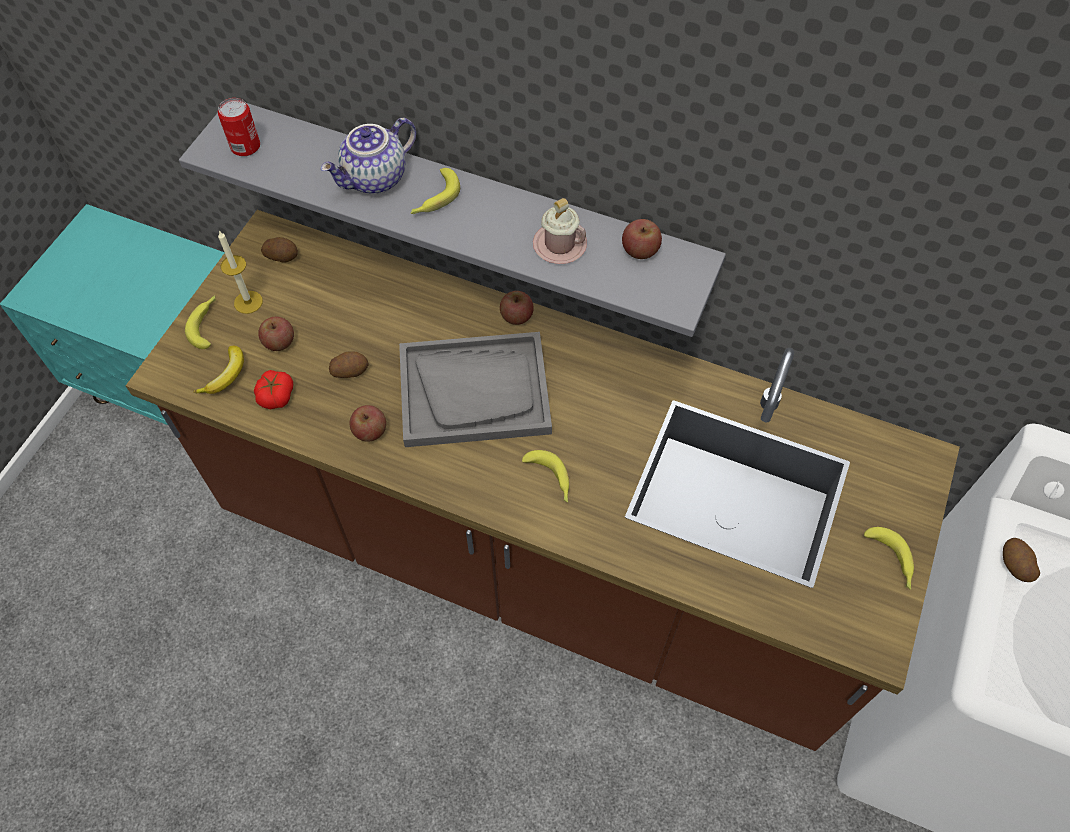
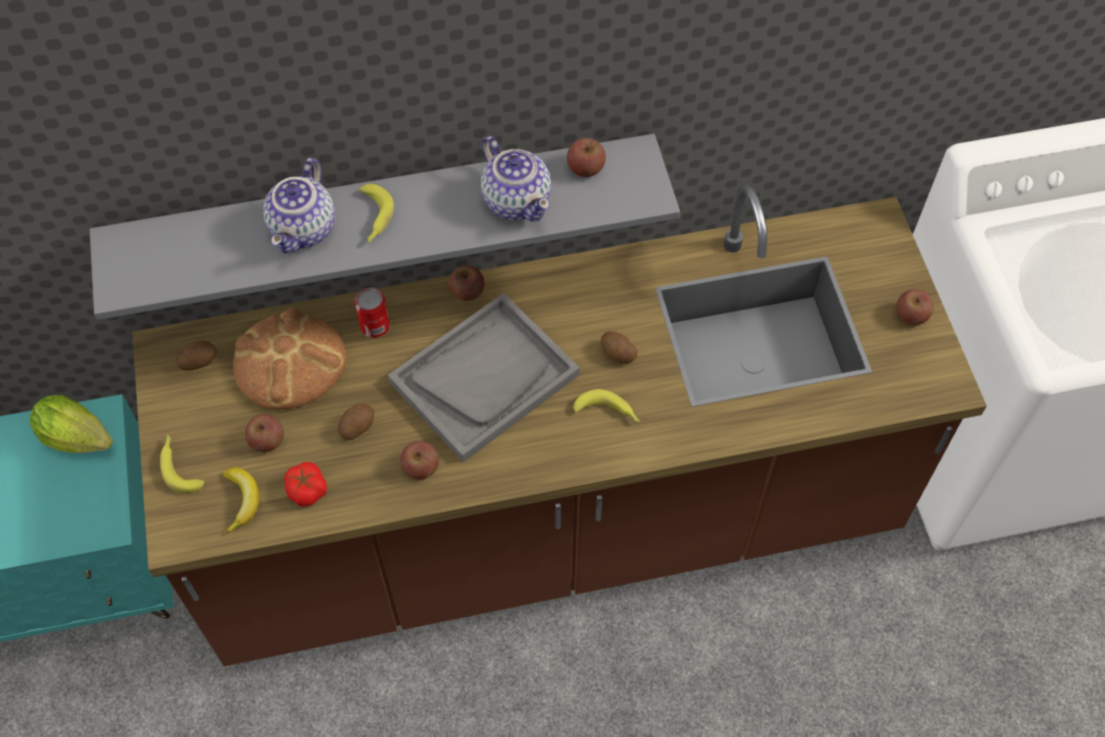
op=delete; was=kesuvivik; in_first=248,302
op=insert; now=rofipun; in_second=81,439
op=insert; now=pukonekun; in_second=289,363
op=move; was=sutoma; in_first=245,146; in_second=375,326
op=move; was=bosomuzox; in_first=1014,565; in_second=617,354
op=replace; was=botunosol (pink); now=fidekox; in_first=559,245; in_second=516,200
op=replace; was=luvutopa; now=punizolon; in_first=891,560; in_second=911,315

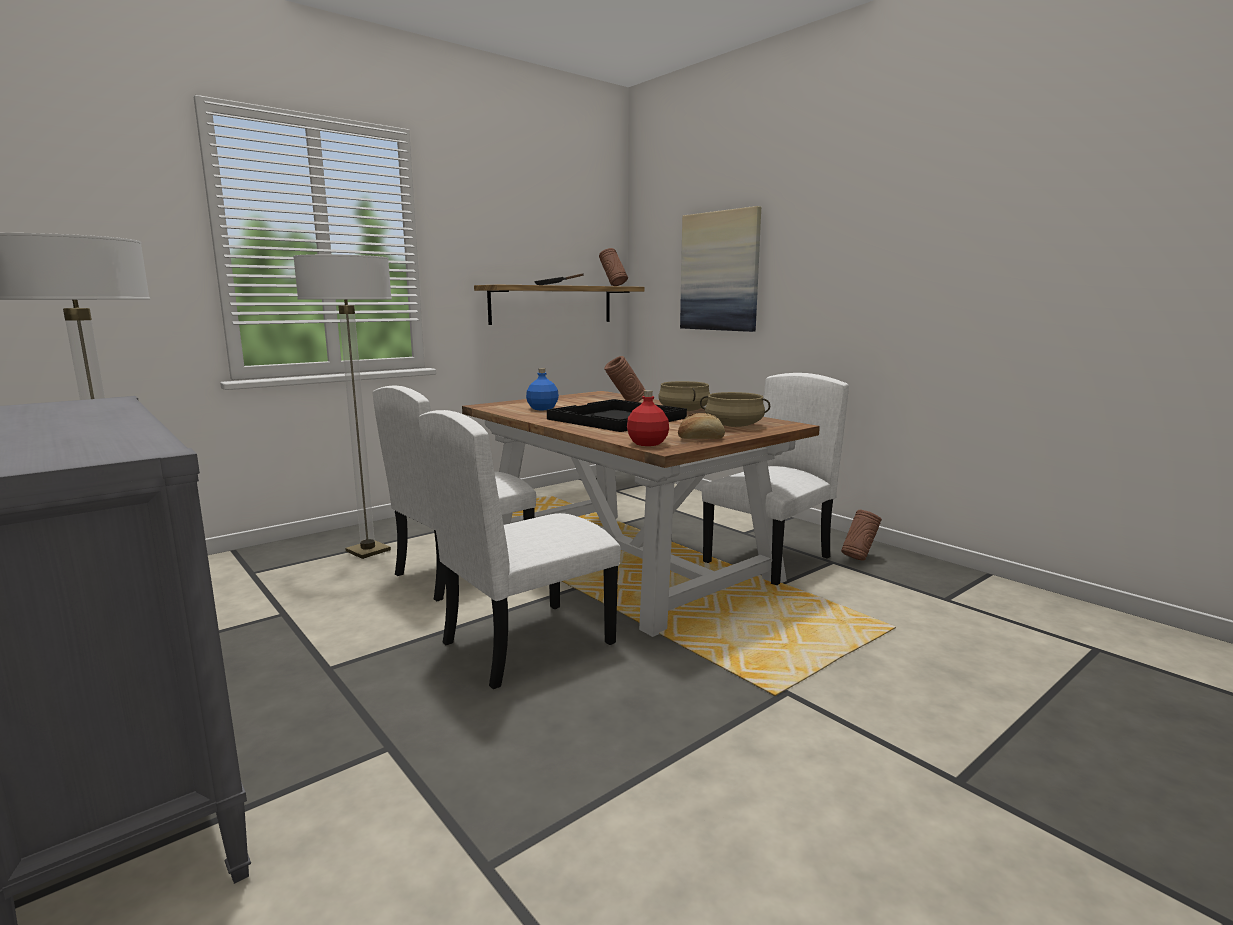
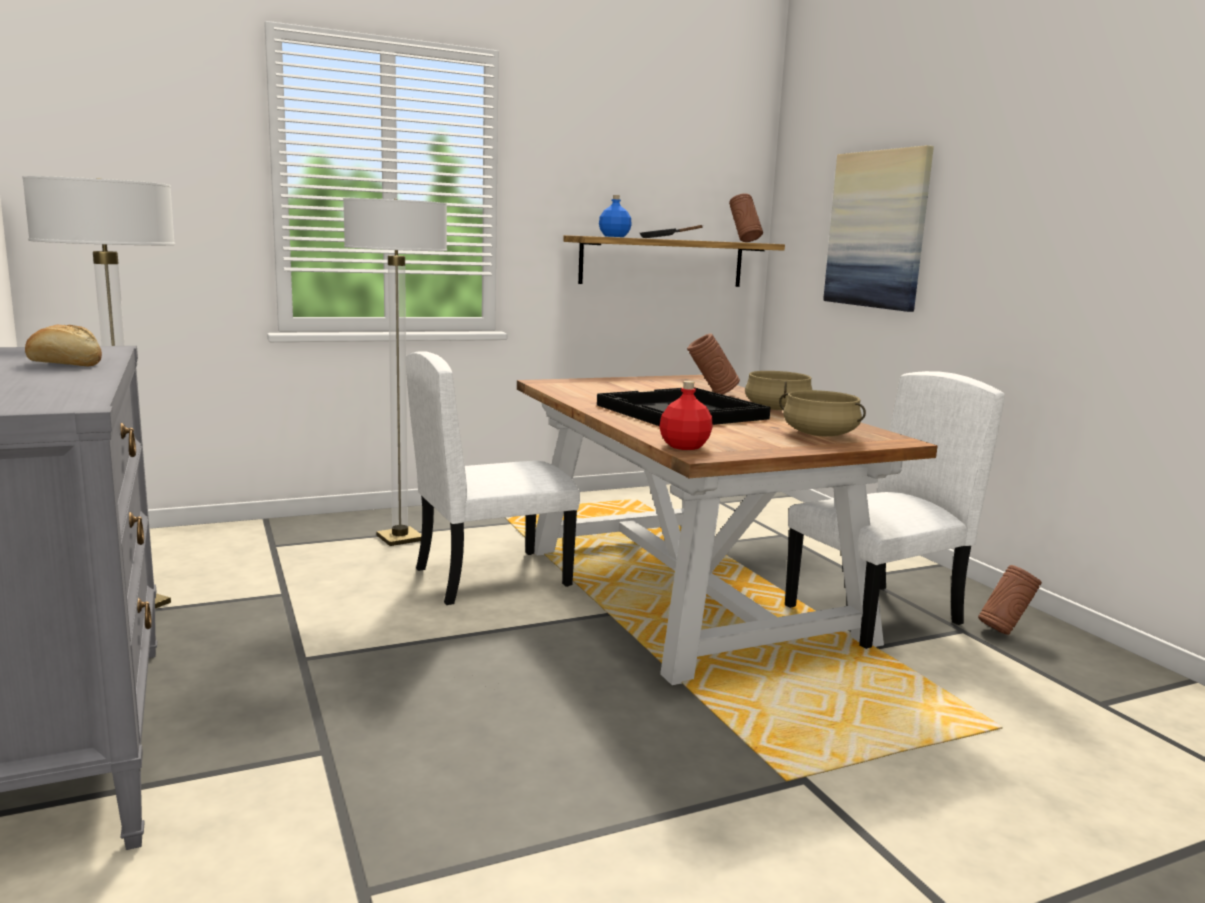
op=delete; was=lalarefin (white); in_first=527,642
op=move; was=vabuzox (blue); in_first=542,409; in_second=614,236
op=move; was=pukonekun; in_first=700,438; in_second=65,364

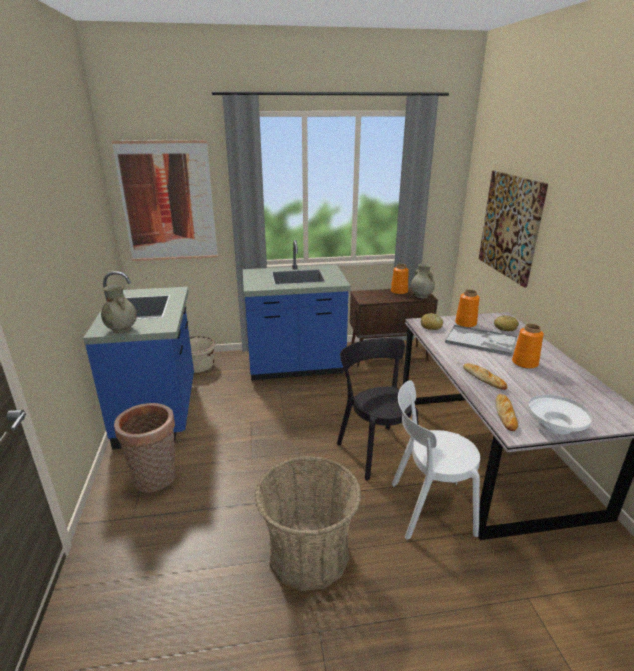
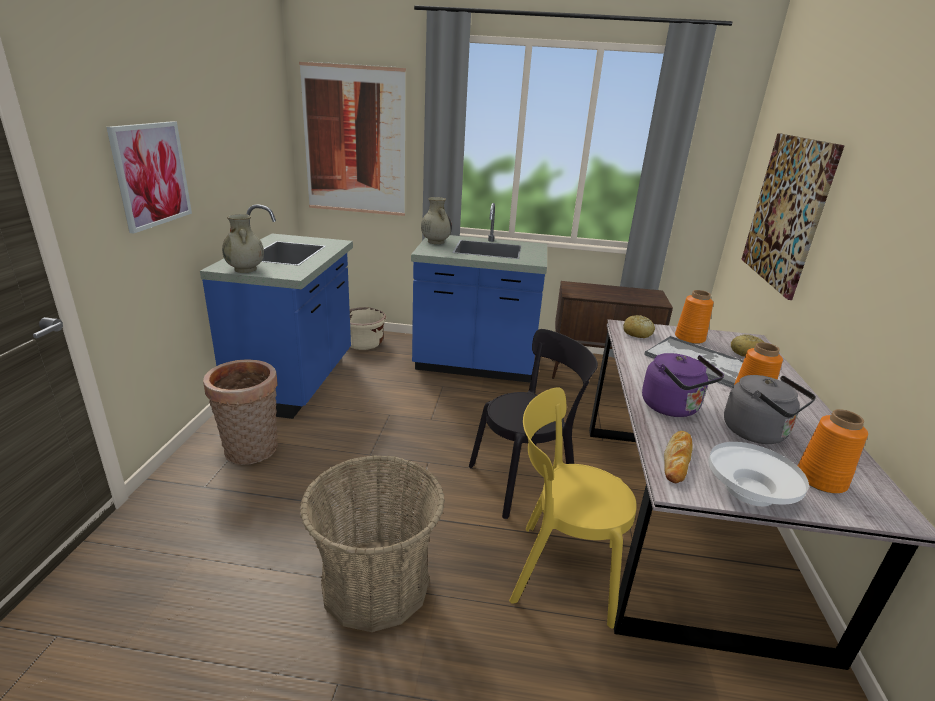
op=insert; now=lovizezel; in_second=151,175
op=insert; now=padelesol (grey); in_second=758,433
op=move; was=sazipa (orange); in_first=399,291; in_second=820,479
op=move; was=sazipa (beige); in_first=421,296; in_second=435,242
op=replace; was=pukonekun; now=padelesol (purple); in_first=484,378; in_second=673,408
op=recolor; was=lalarefin (white); now=lalarefin (yellow); in_first=427,508; in_second=559,571
op=rotate; was=lalarefin (black); in_first=375,449; in_second=526,481; clockwise=75

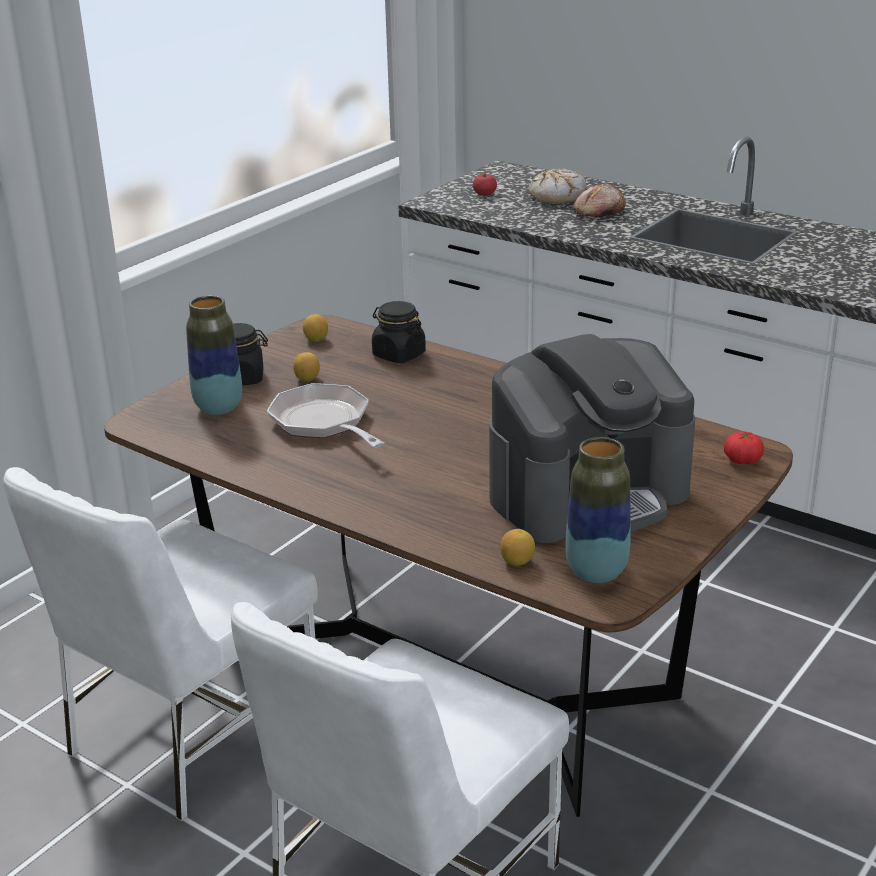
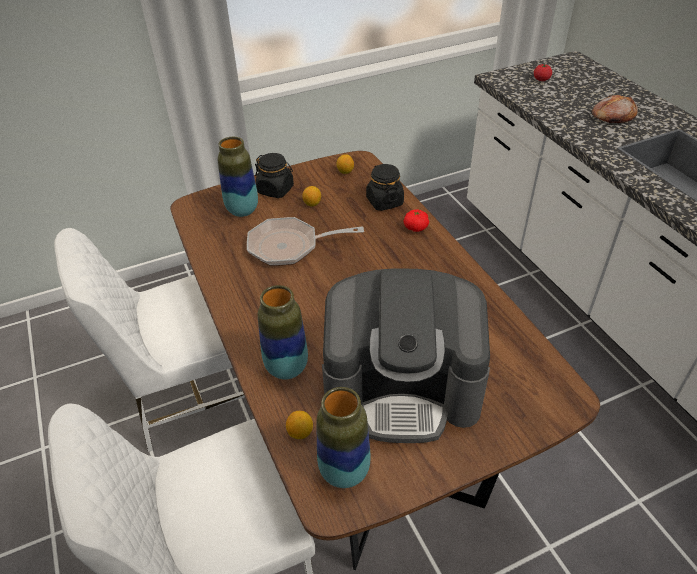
op=delete; was=pukonekun; in_first=557,196
op=insert; now=sazipa; in_second=287,368
op=move; was=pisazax; in_first=742,460; in_second=415,228
op=rotate; was=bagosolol; in_first=324,423; in_second=289,246; clockwise=-90

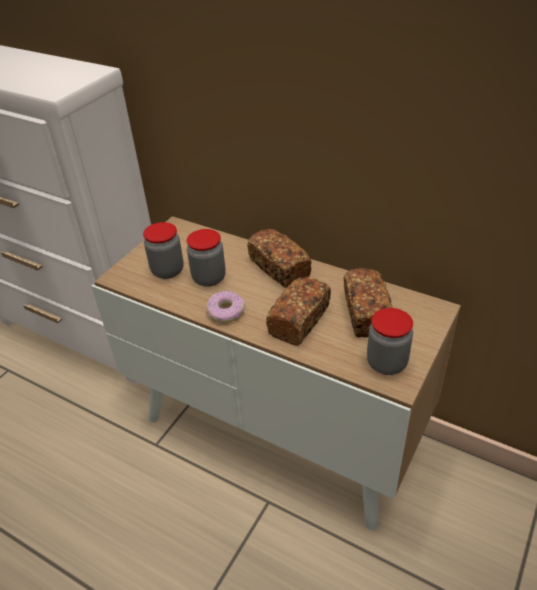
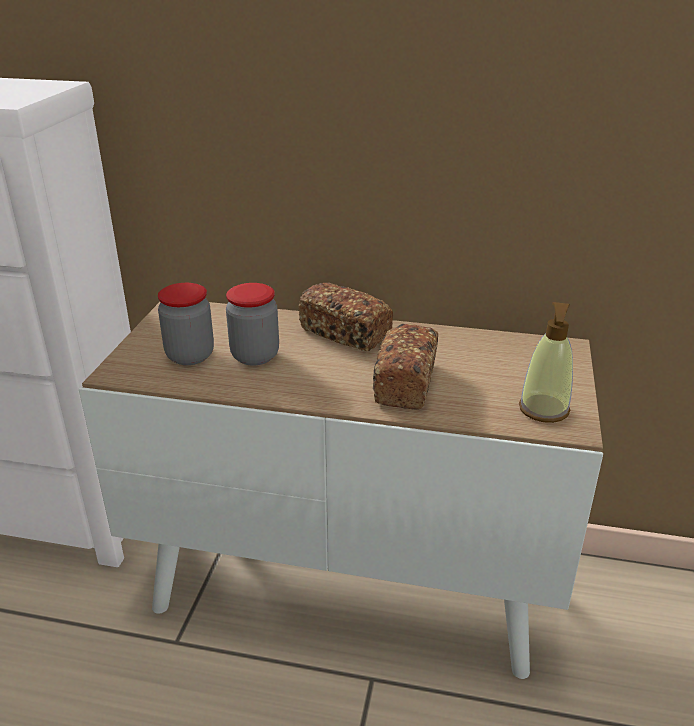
op=delete; was=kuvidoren; in_first=226,311
op=delete; was=pukonekun; in_first=366,314
op=replace; was=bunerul; now=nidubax; in_first=386,363; in_second=543,409

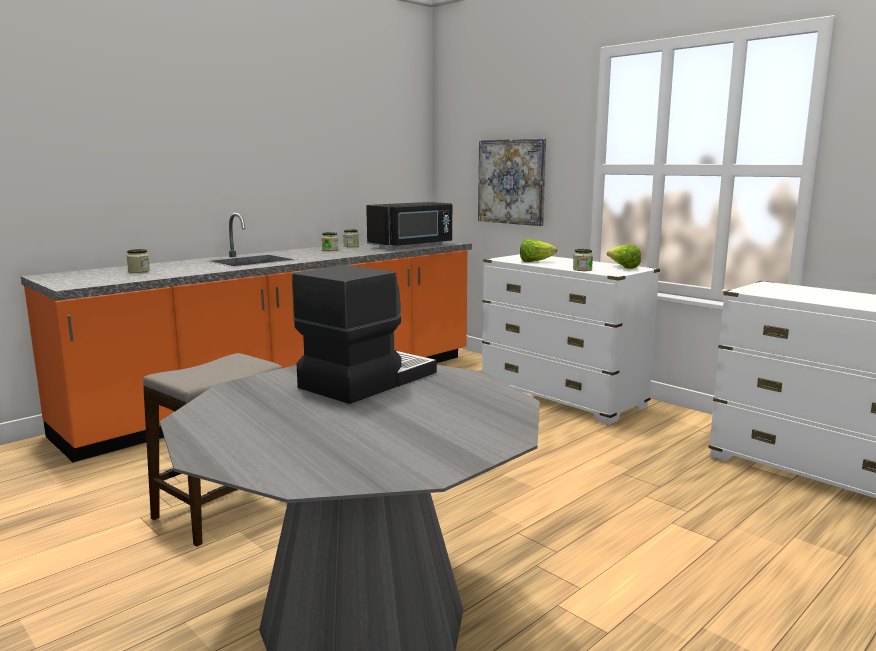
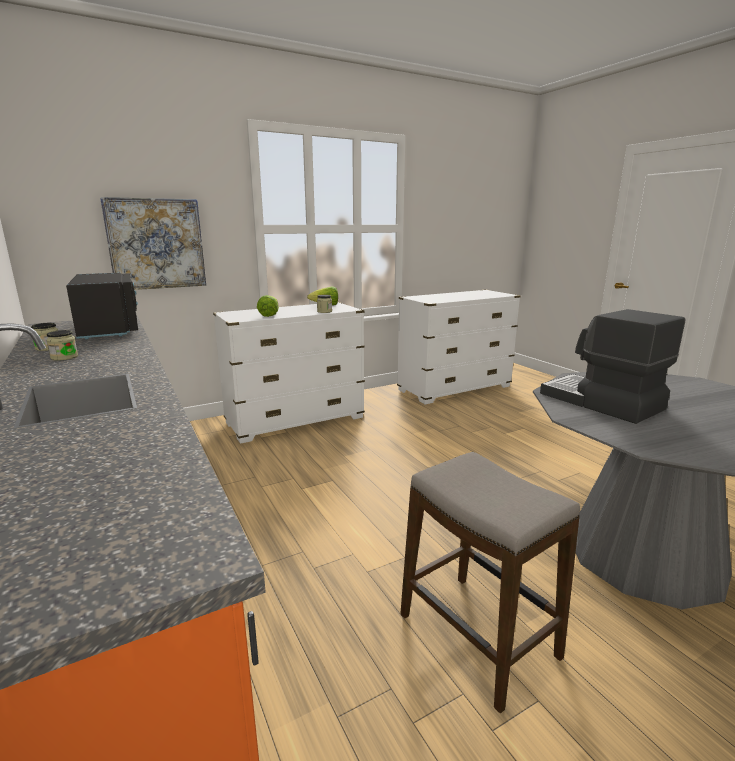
op=delete; was=bunerul; in_first=139,271

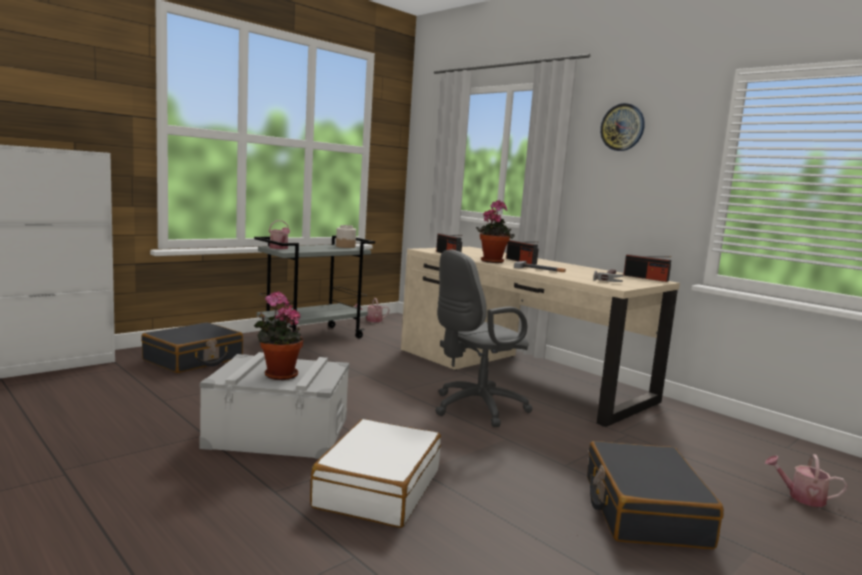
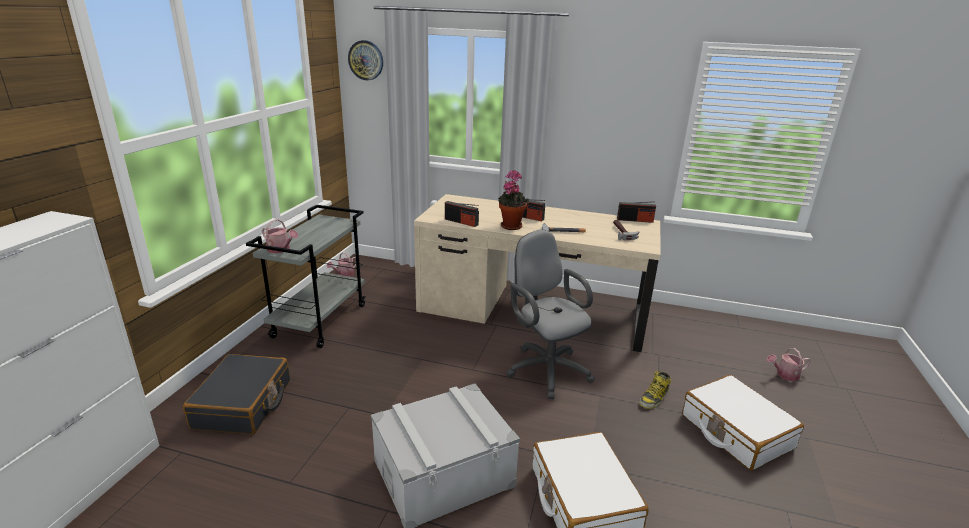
op=delete; was=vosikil; in_first=278,375
op=delete; was=bunerul; in_first=345,246
op=insert; now=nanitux; in_second=654,398
op=move; was=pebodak; in_first=622,127; in_second=366,60
op=recolor; was=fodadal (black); now=fodadal (white); in_first=643,511; in_second=735,431
op=rotate; was=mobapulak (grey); in_first=474,408; in_second=545,368; clockwise=120

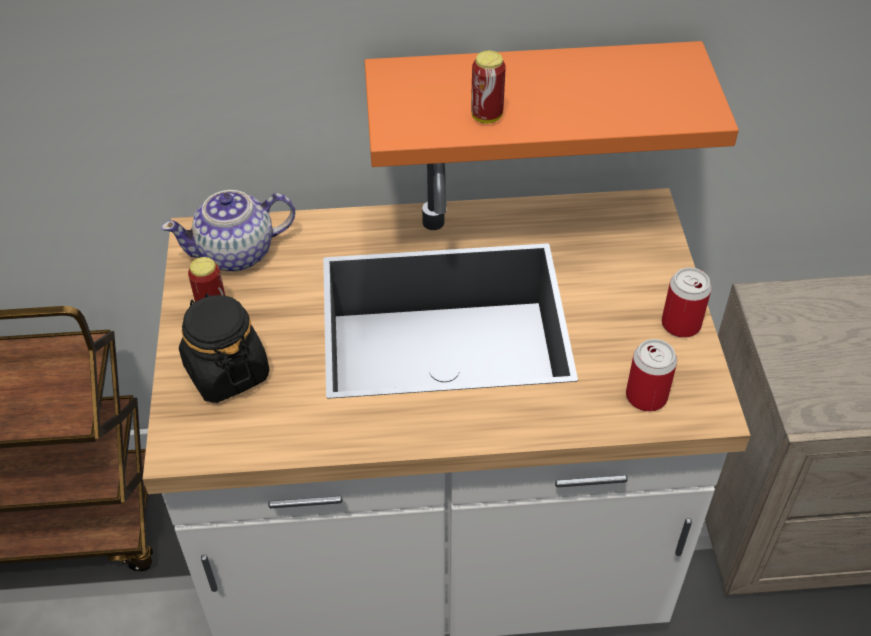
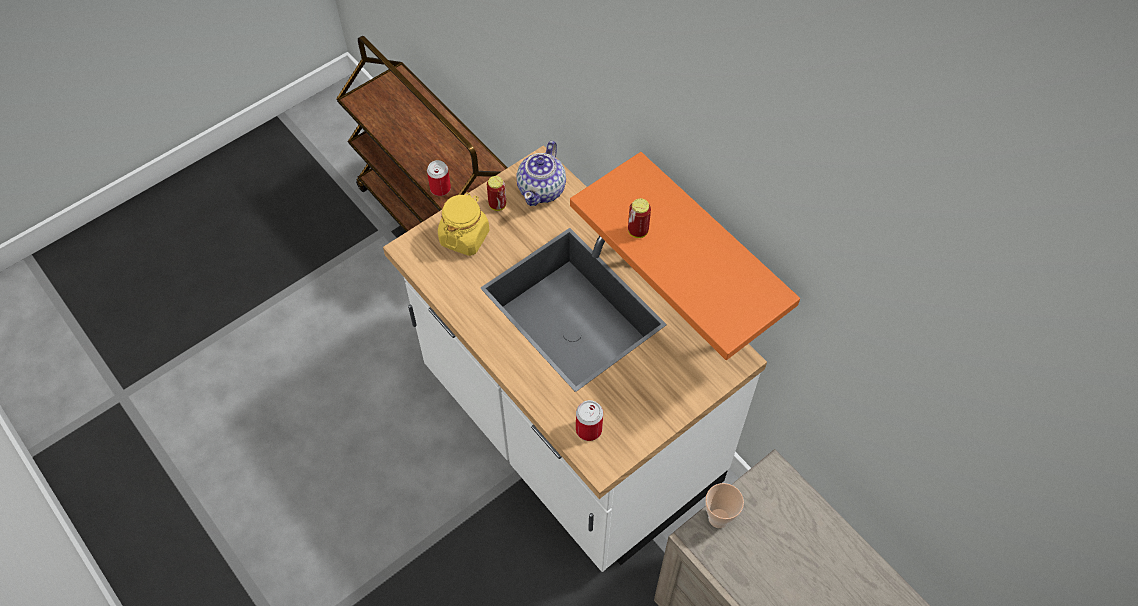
op=insert; now=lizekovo; in_second=718,518
op=move; was=sutoma; in_first=681,324; in_second=440,188
op=recolor; was=bunerul (black); now=bunerul (yellow); in_first=226,372; in_second=464,237
op=rotate; was=fidekox; in_first=237,253; in_second=542,189; clockwise=-105

